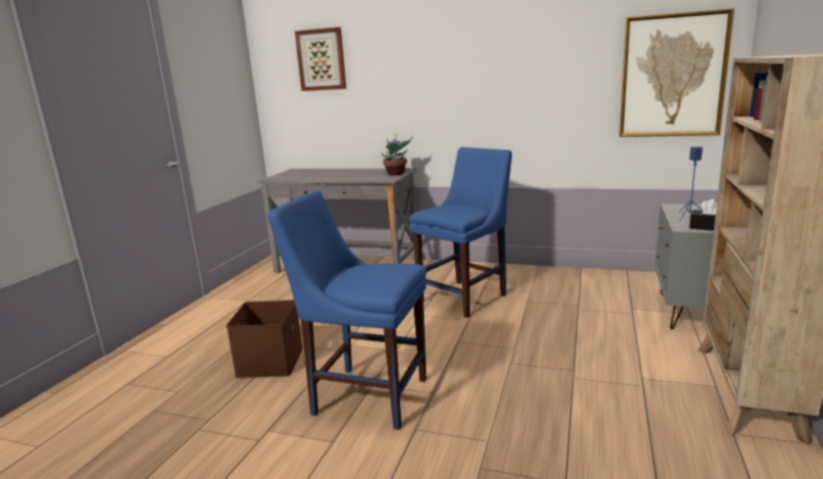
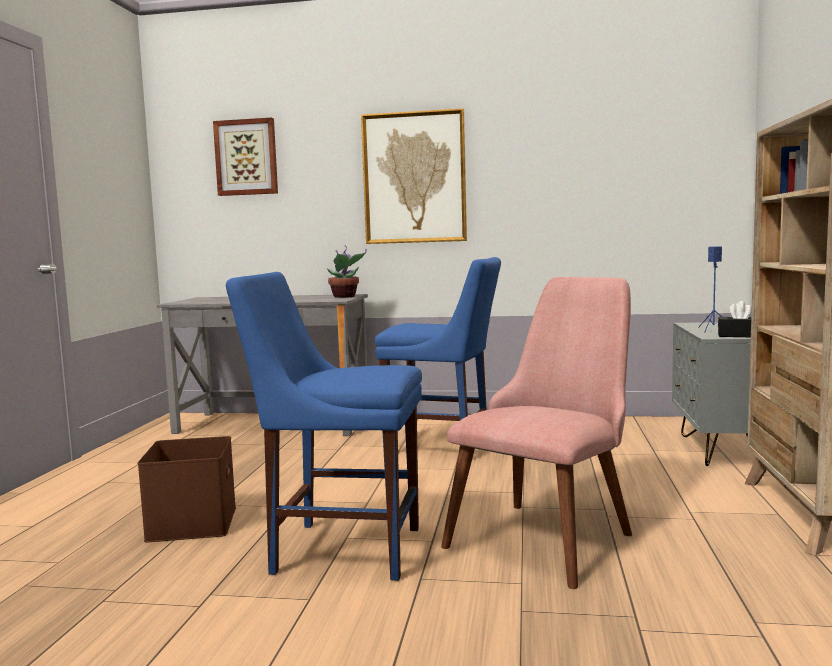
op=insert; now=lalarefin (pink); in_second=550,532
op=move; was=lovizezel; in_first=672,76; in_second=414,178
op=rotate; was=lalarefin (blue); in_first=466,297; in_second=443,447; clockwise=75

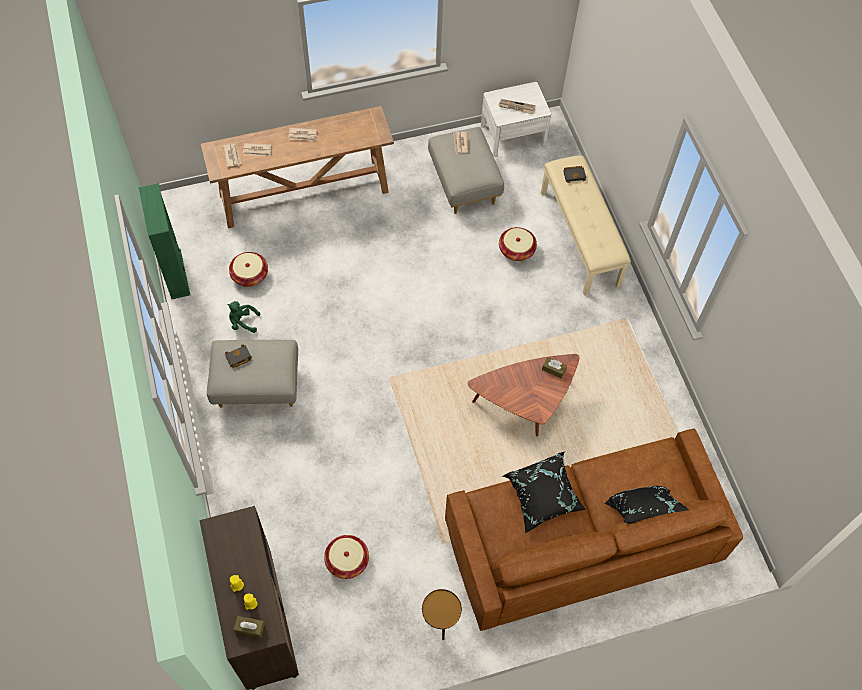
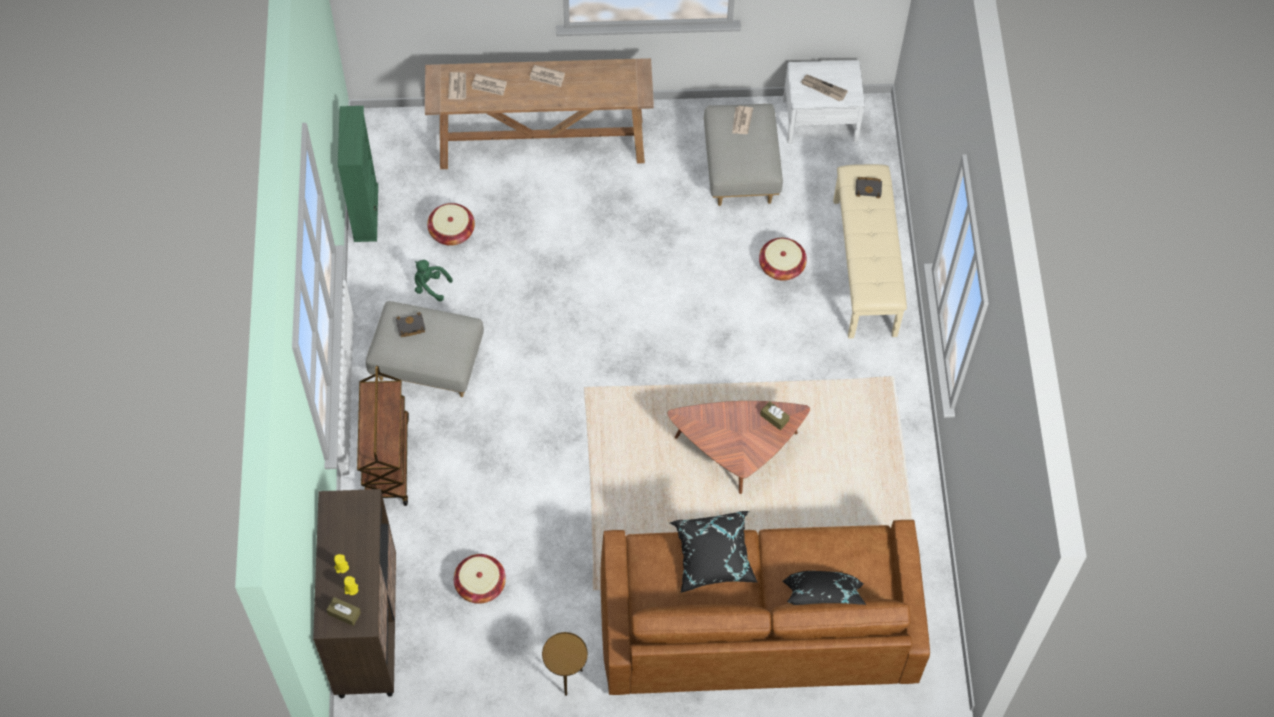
op=insert; now=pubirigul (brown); in_second=386,460

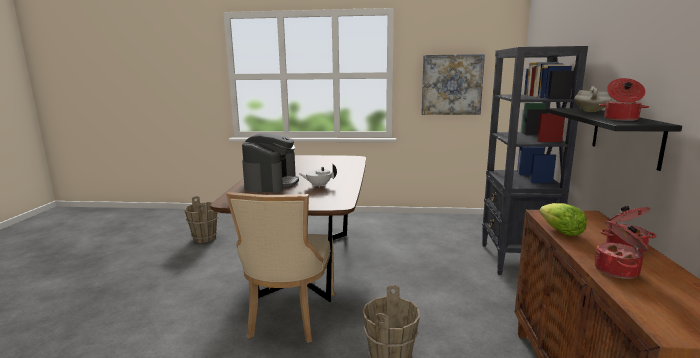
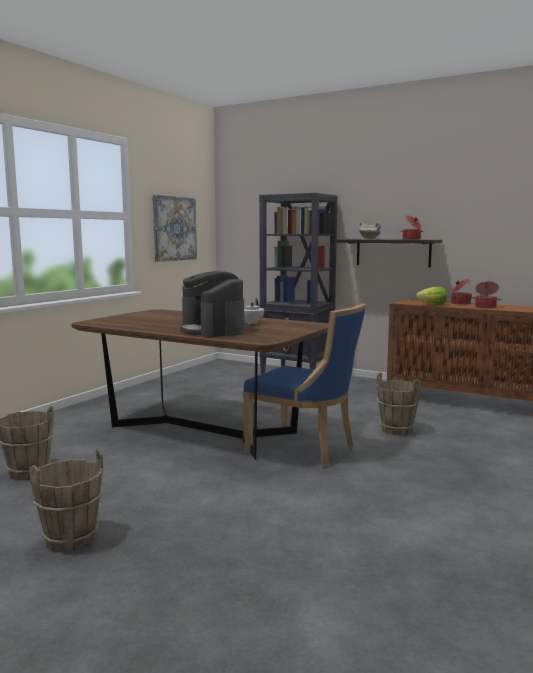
op=insert; now=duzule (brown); in_second=70,539
op=recolor; was=lalarefin (beige); now=lalarefin (blue); in_first=289,316; in_second=305,449
op=rotate; was=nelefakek; in_first=271,183; in_second=212,330; clockwise=-150

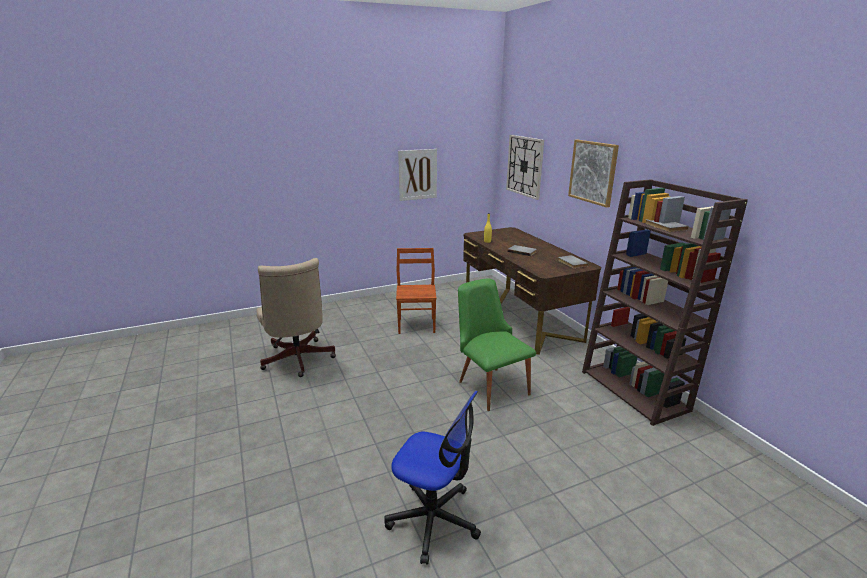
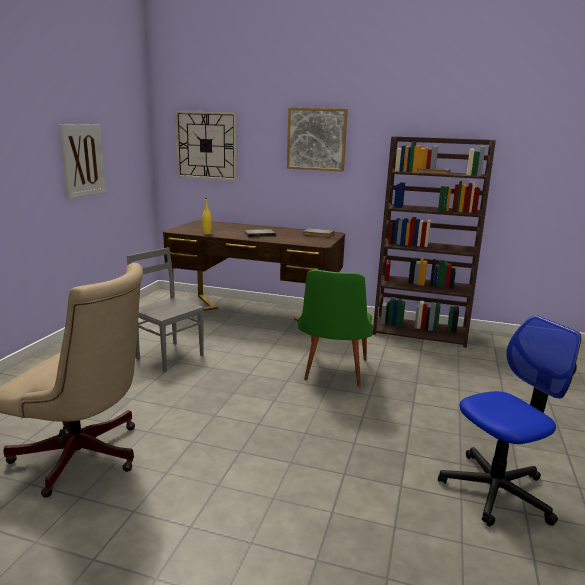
op=recolor; was=lalarefin (brown); now=lalarefin (grey); in_first=417,325; in_second=170,356
op=rotate; was=lalarefin (green); in_first=490,384; in_second=333,373; clockwise=-90

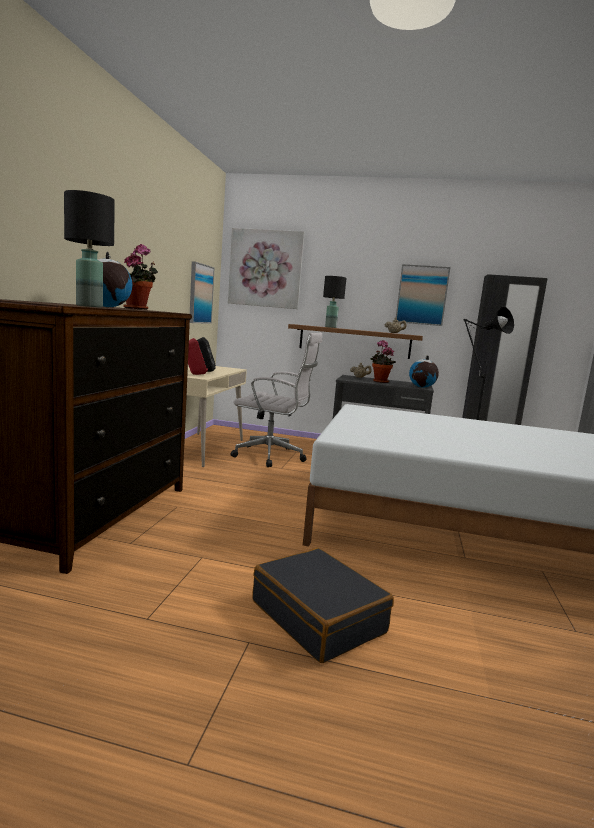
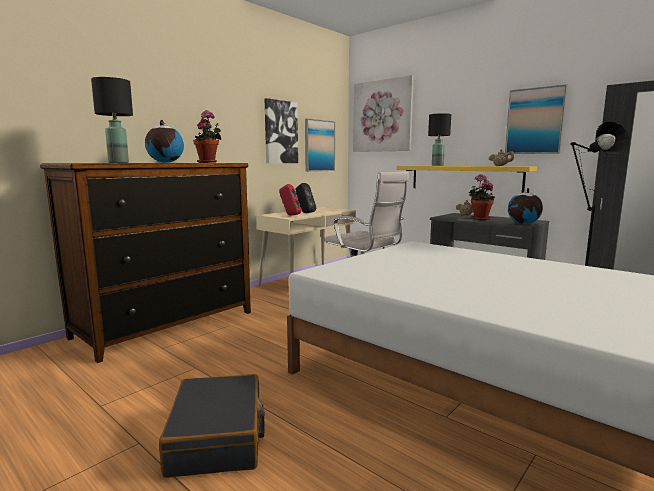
op=insert; now=lovizezel; in_second=280,132
op=recolor; was=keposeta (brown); now=keposeta (yellow); in_first=354,341; in_second=464,178

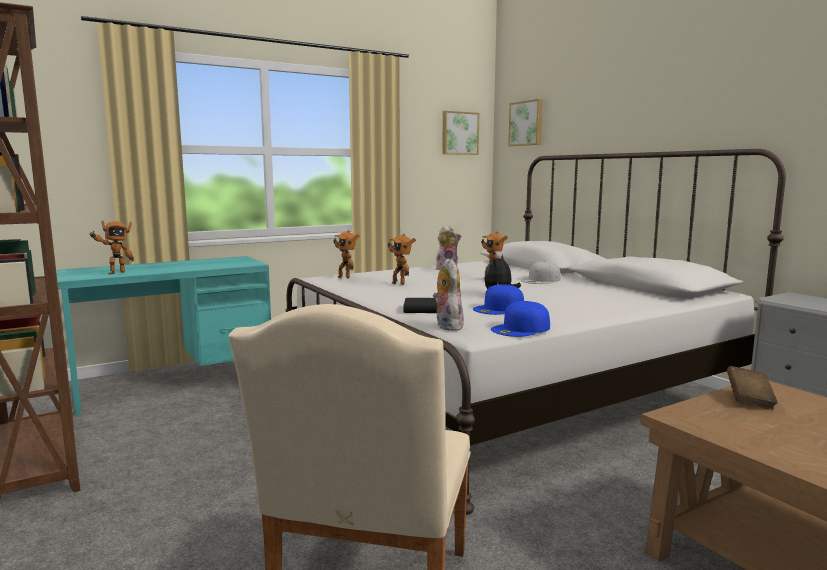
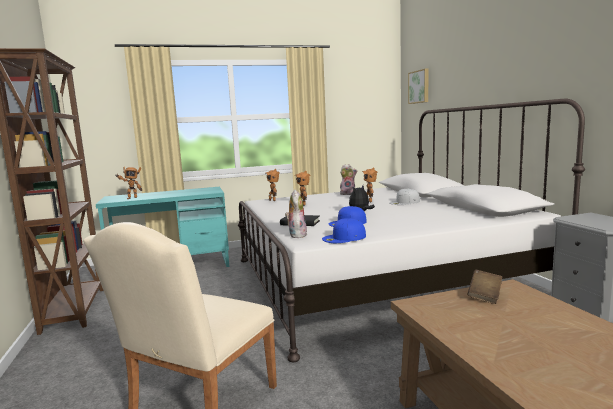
op=delete; was=lovizezel; in_first=459,133

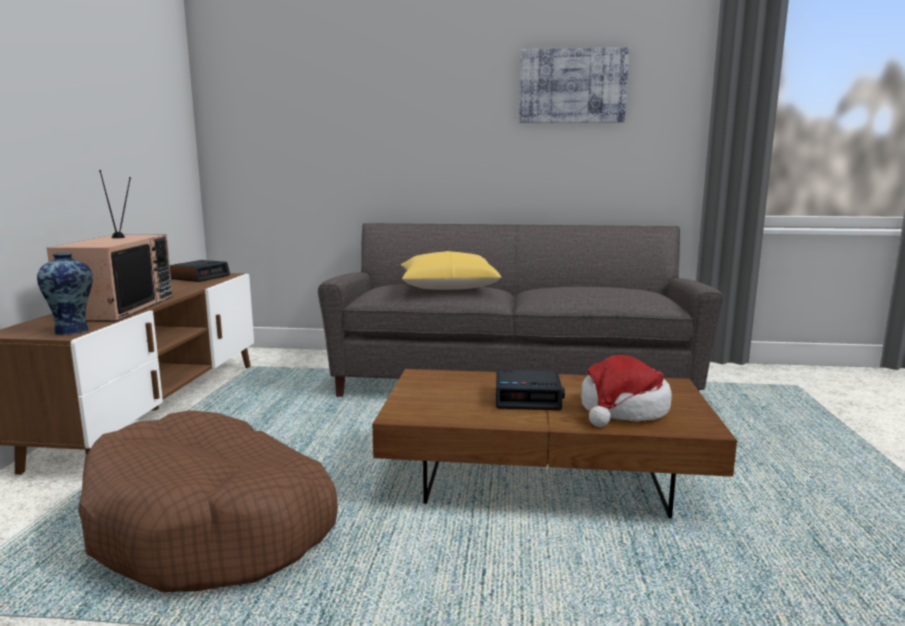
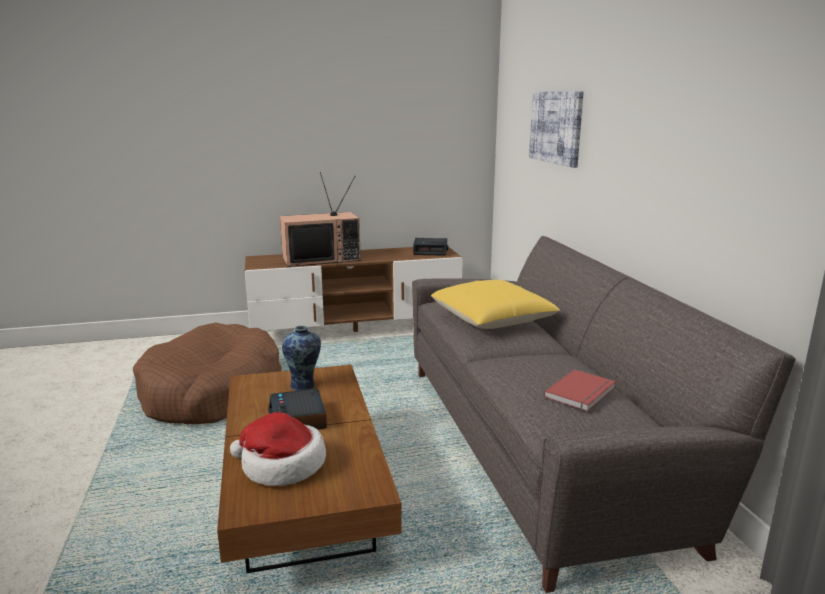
op=insert; now=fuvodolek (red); in_second=582,393
op=move; was=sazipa; in_first=73,331; in_second=304,385
op=move; was=lovizezel; in_first=572,86; in_second=556,127

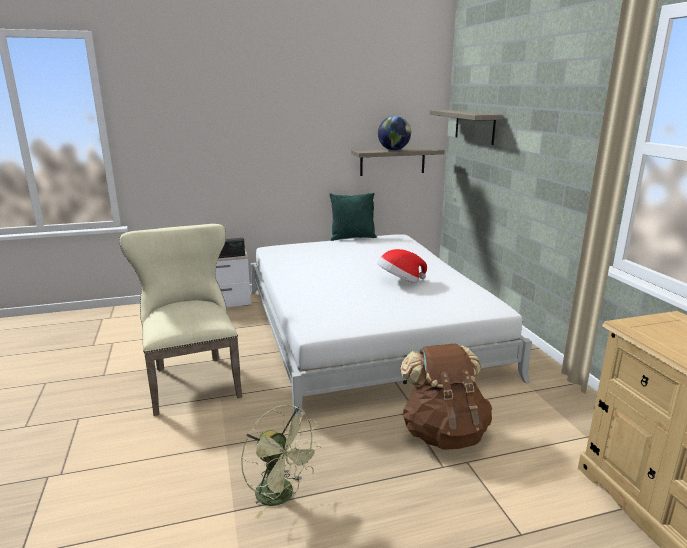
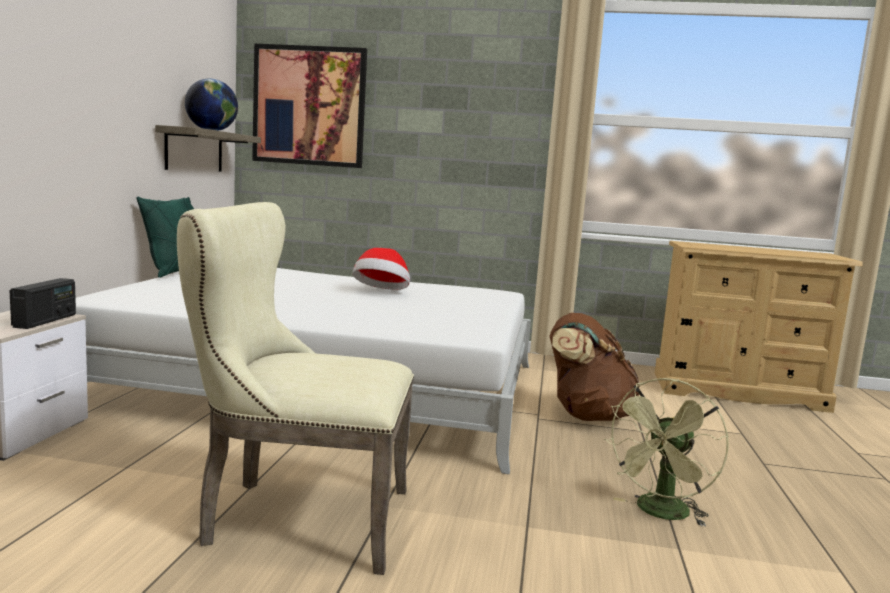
op=replace; was=keposeta; now=lovizezel; in_first=474,126; in_second=309,106
op=rotate; was=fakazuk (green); in_first=281,496; in_second=660,514; clockwise=150

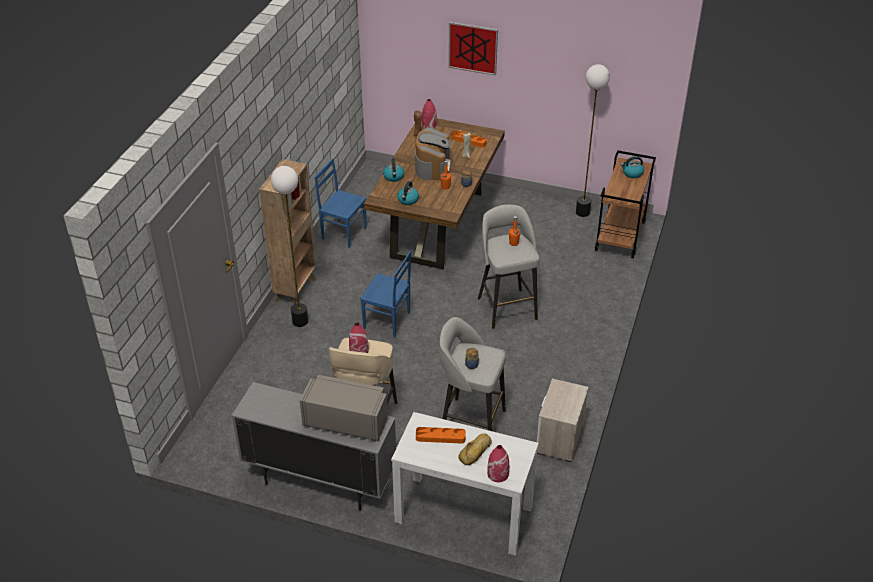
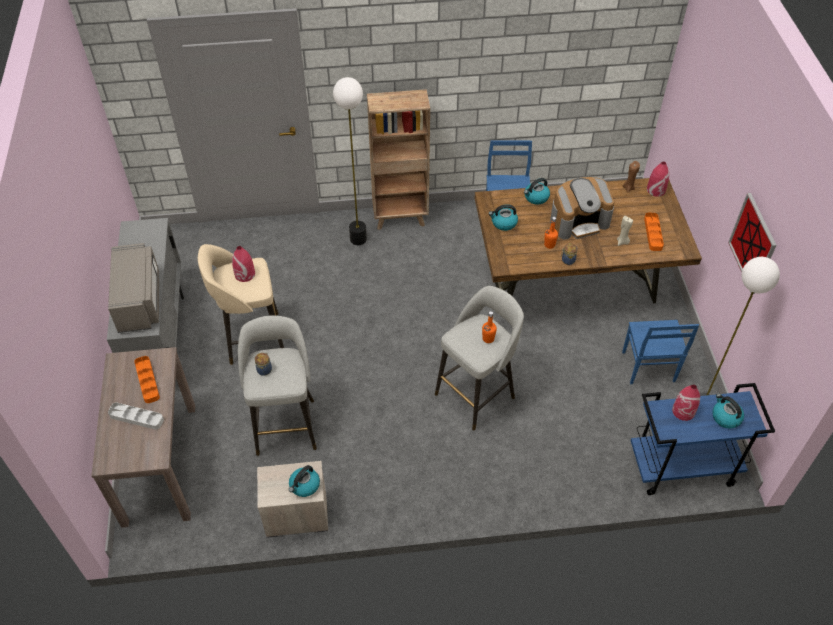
op=insert; now=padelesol; in_second=304,486
op=move; was=lalarefin (blue); in_first=387,321; in_second=647,367
op=move; was=lovizezel; in_first=473,48; in_second=752,243
op=move; was=sazipa (red); in_first=498,474; in_second=683,411
op=replace; was=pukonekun; now=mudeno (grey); in_first=476,452; in_second=136,417
op=recolor; was=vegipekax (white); now=vegipekax (brown); in_first=463,514; in_second=159,463
op=recolor; was=pubirigul (brown); now=pubirigul (blue); in_first=620,236; in_second=681,468

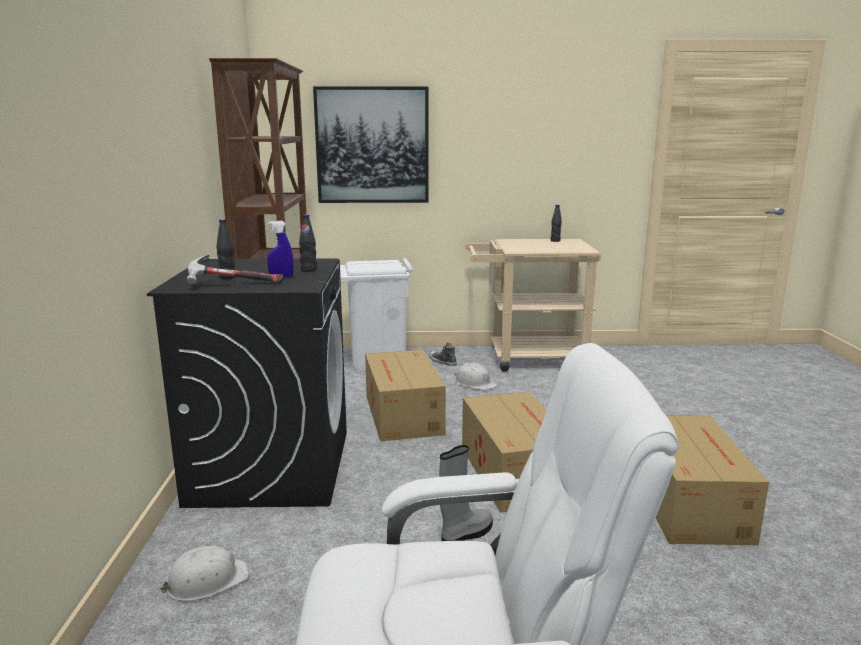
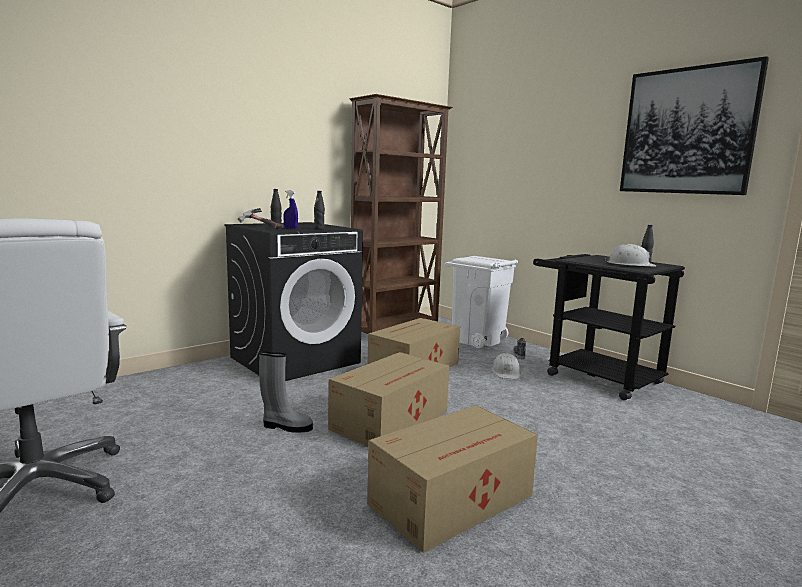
op=move; was=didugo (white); in_first=206,581; in_second=630,265
op=move; was=lovizezel; in_first=372,145; in_second=687,131
op=recolor; was=pubirigul (beige); now=pubirigul (black); in_first=527,358; in_second=594,376

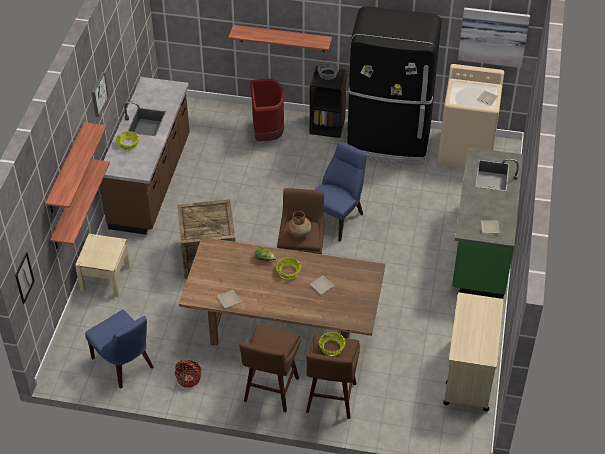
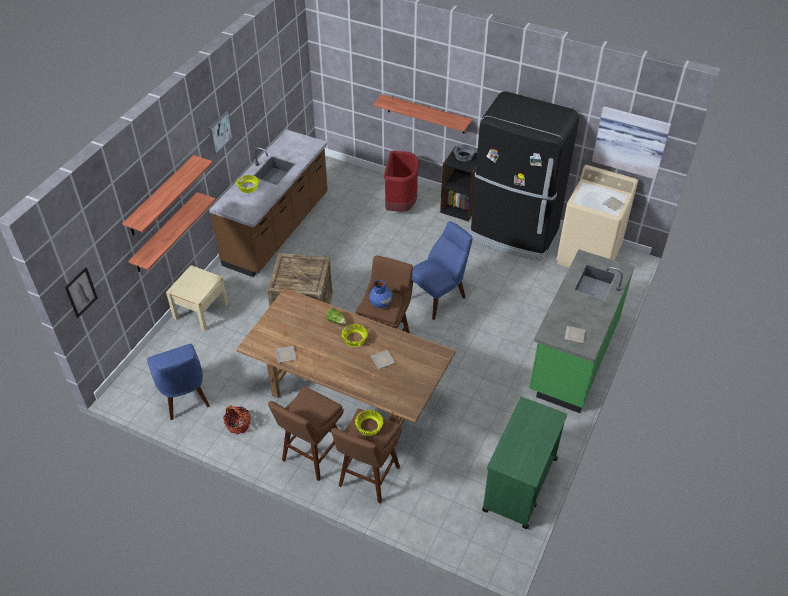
op=recolor; was=sazipa (brown); now=sazipa (blue); in_first=300,233; in_second=381,303
op=recolor; was=pubirigul (beige); now=pubirigul (green); in_first=469,375; in_second=519,485

